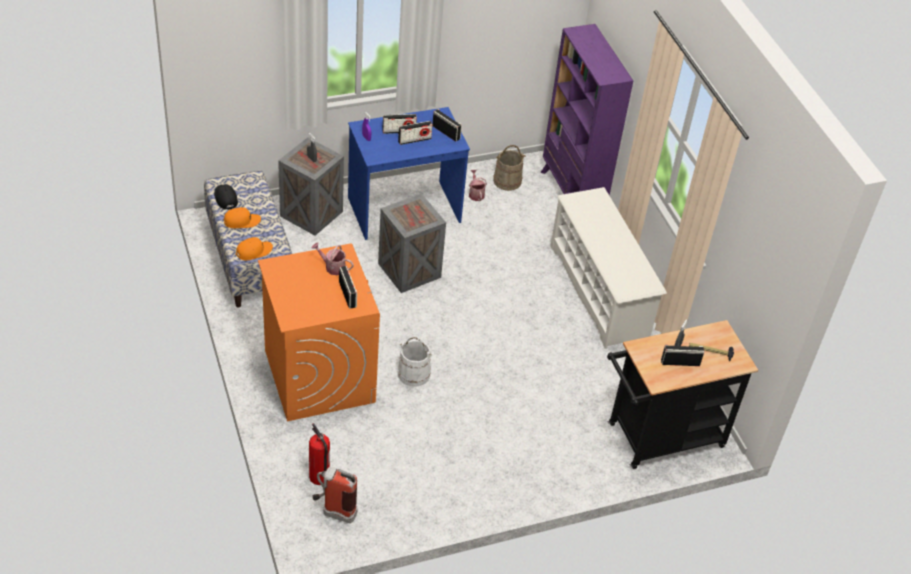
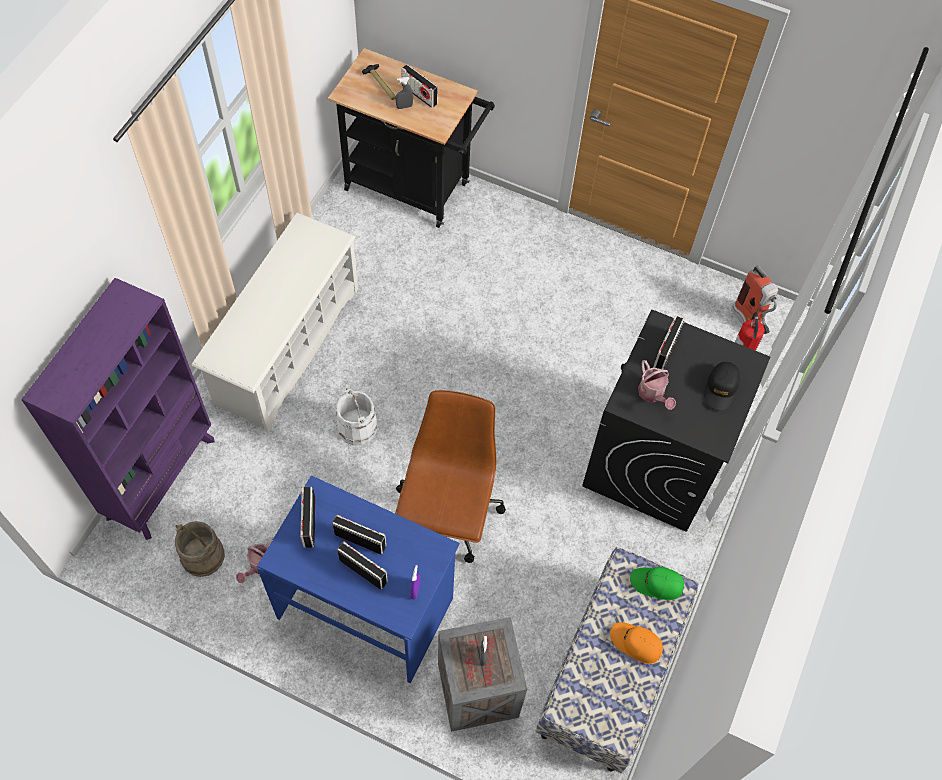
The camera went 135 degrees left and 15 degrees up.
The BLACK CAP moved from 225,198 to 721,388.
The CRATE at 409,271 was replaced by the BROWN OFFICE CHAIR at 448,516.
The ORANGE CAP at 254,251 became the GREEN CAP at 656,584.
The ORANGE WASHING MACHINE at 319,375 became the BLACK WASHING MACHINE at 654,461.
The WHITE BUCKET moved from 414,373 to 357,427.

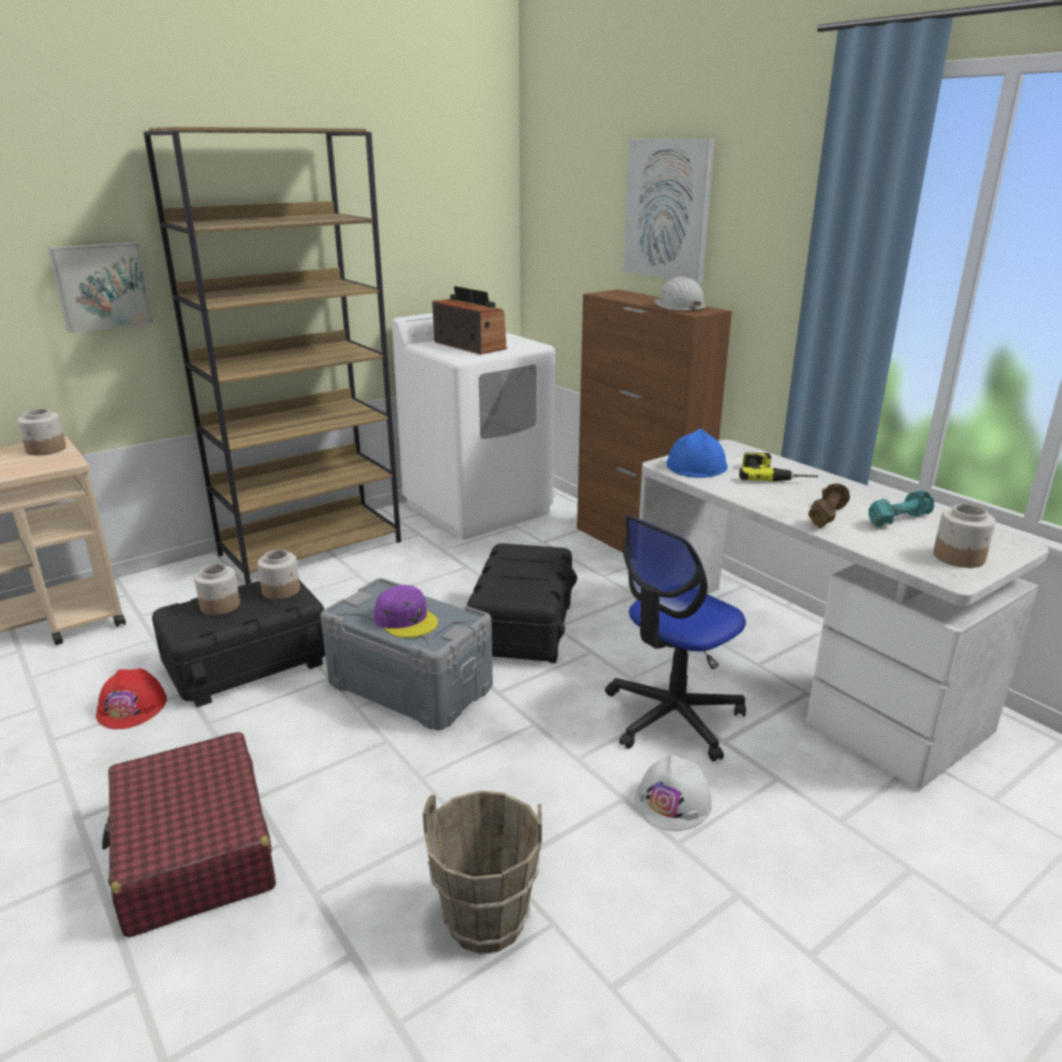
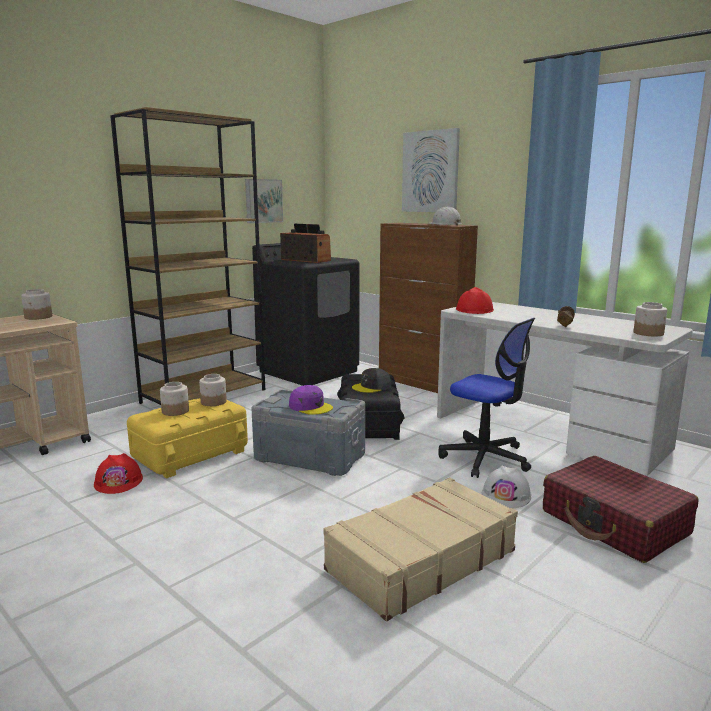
The camera went 10 degrees left and 10 degrees down.
The PICTURE moved from 101,286 to 263,201.
The WHITE WASHING MACHINE at 478,508 became the BLACK WASHING MACHINE at 309,371.
The BLUE HARD HAT at 696,466 became the RED HARD HAT at 474,310.
The POWER DRILL at 774,474 disappeared.
The TURQUOISE DUMBBELL at 898,520 disappeared.
The OFFICE CHAIR at 672,717 turned 90 degrees counterclockwise.
The BLACK STORAGE BOX at 247,663 became the YELLOW STORAGE BOX at 190,454.
The RED SUITCASE moved from 194,850 to 614,523.
The BROWN BUCKET at 486,921 was replaced by the BEIGE SUITCASE at 420,560.
The GREY CAP at 372,387 appeared.

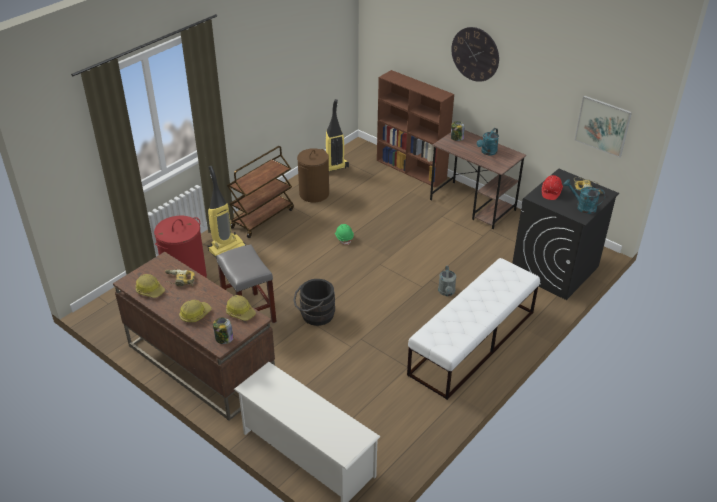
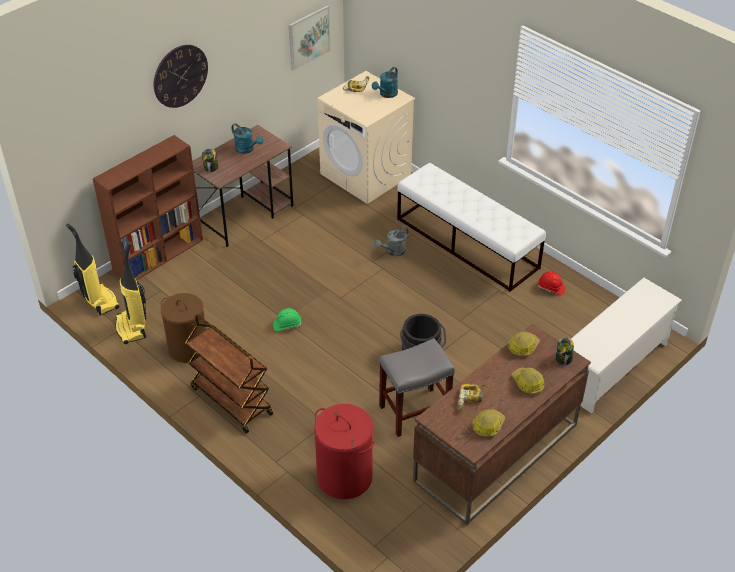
The camera went 85 degrees left and 5 degrees up.
The VACUUM CLEANER moved from 226,248 to 100,301.
The BLACK WASHING MACHINE at 554,270 became the BEIGE WASHING MACHINE at 366,175.
The RED HARD HAT moved from 550,192 to 551,288.
The GREY WATERING CAN at 447,292 turned 135 degrees clockwise.

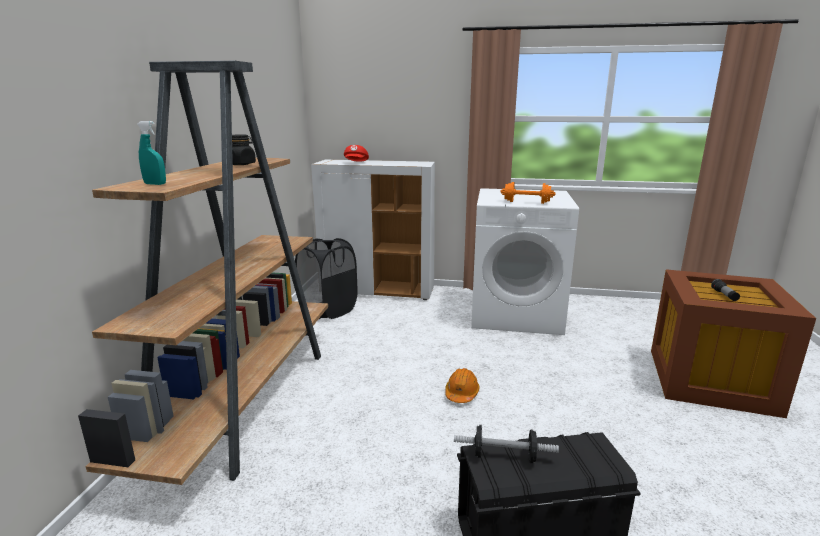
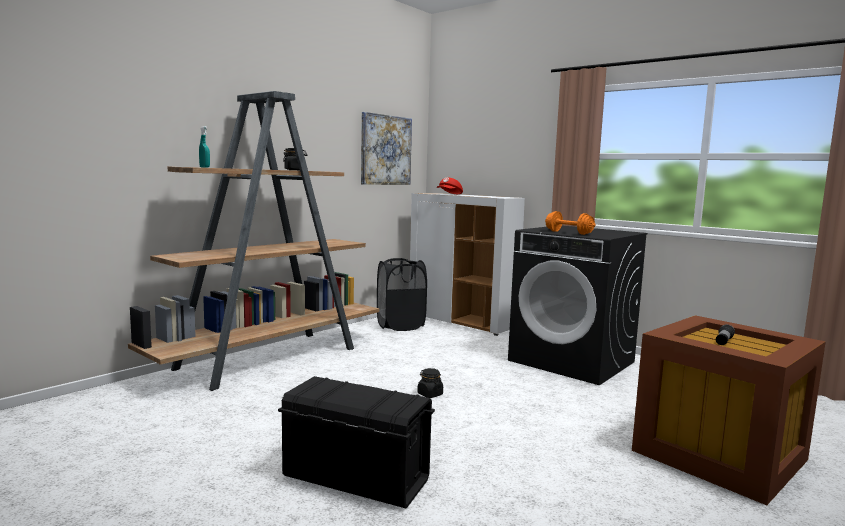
The camera went 30 degrees right and 10 degrees down.
The WHITE WASHING MACHINE at 516,314 became the BLACK WASHING MACHINE at 572,361.
The ORANGE HARD HAT at 461,393 was replaced by the BLACK JAR at 430,394.
The DUMBBELL at 504,456 disappeared.
The PICTURE at 385,150 appeared.

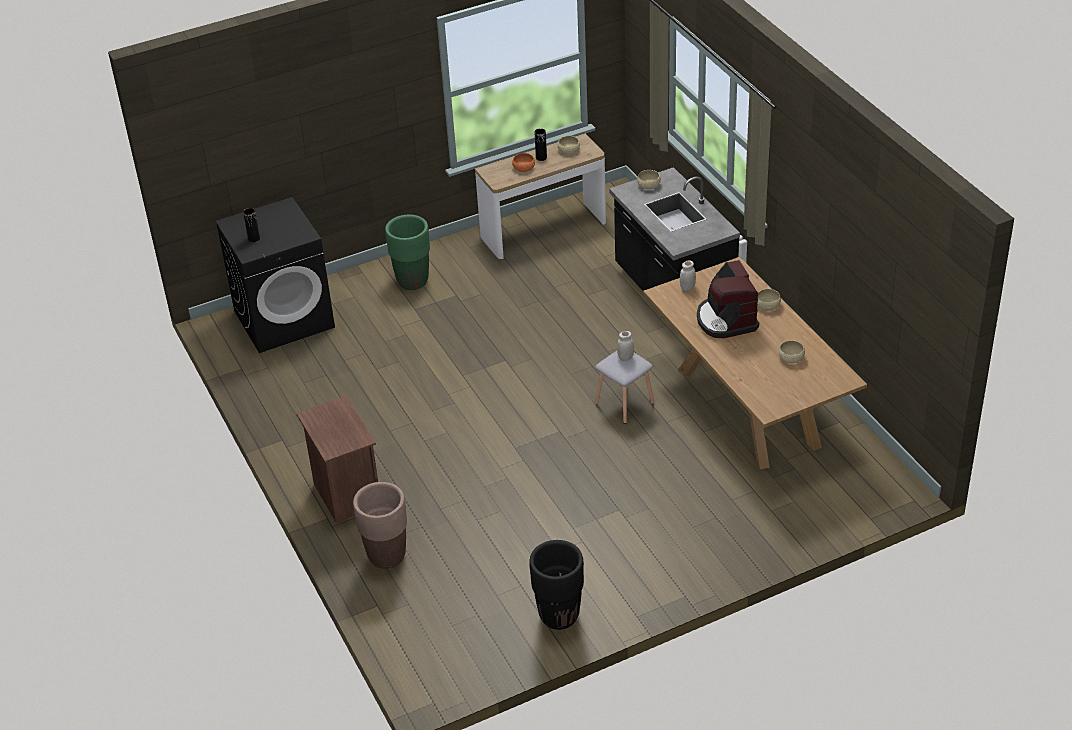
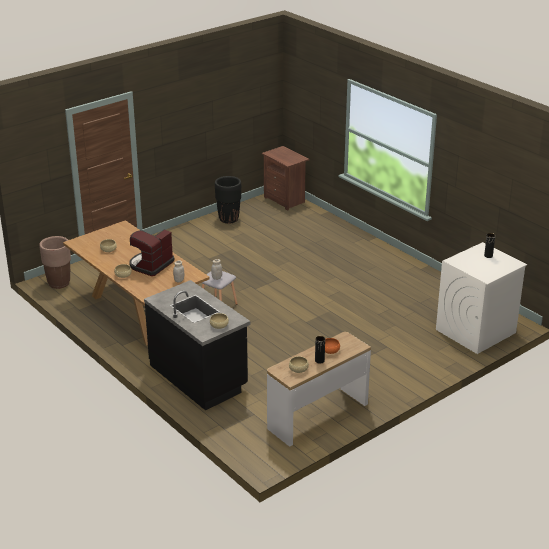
The camera went 165 degrees right and 10 degrees down.
The BLACK WASHING MACHINE at 284,318 became the WHITE WASHING MACHINE at 475,331.
The GREEN PLANTER at 412,281 disappeared.
The COFFEE MACHINE at 726,320 turned 120 degrees counterclockwise.
The BROWN NIGHTSTAND moved from 346,495 to 285,200.
The BROWN PLANTER moved from 386,556 to 59,283.

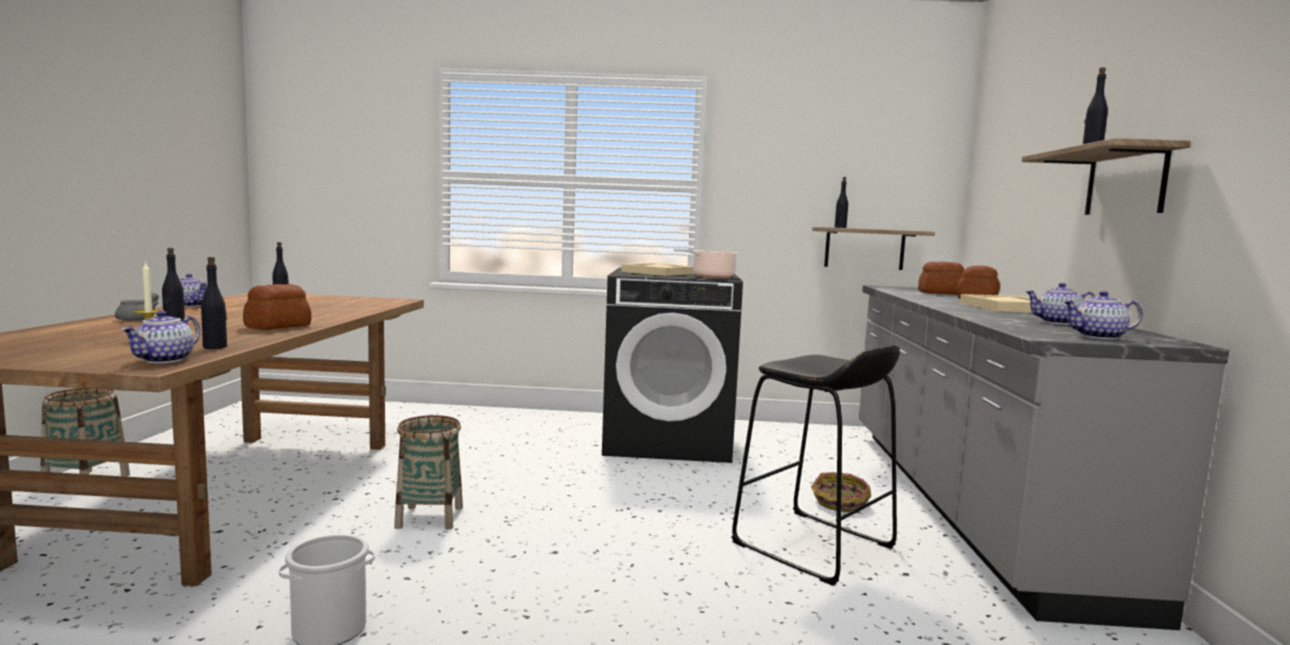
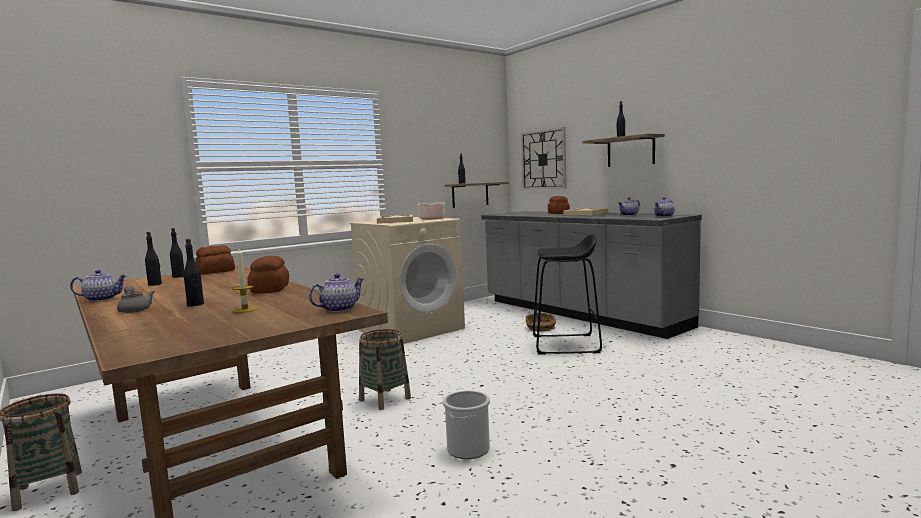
The camera went 40 degrees left and 0 degrees up.
The BLACK BOTTLE moved from 215,347 to 178,276.
The BREAD moved from 940,293 to 215,272.
The BLACK WASHING MACHINE at 669,440 became the BEIGE WASHING MACHINE at 411,329.
The TEAPOT at 165,360 turned 105 degrees counterclockwise.
The WALL CLOCK at 543,159 appeared.

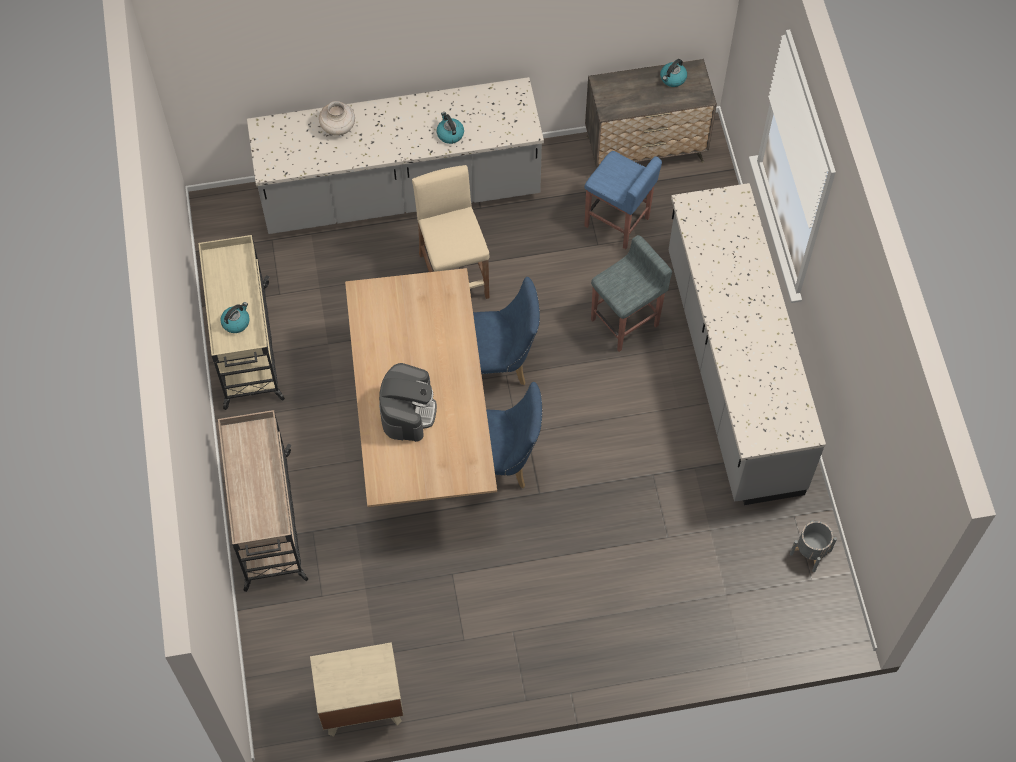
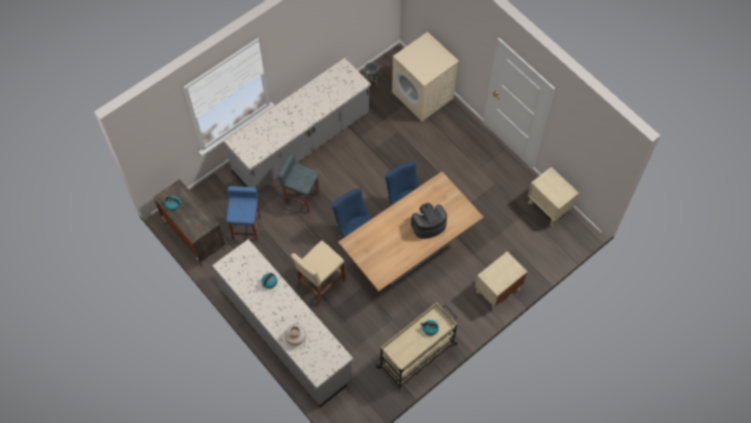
The camera went 120 degrees left and 0 degrees up.
The BEIGE CART at 267,522 was replaced by the BEIGE NIGHTSTAND at 497,291.
The BEIGE WASHING MACHINE at 423,95 appeared.

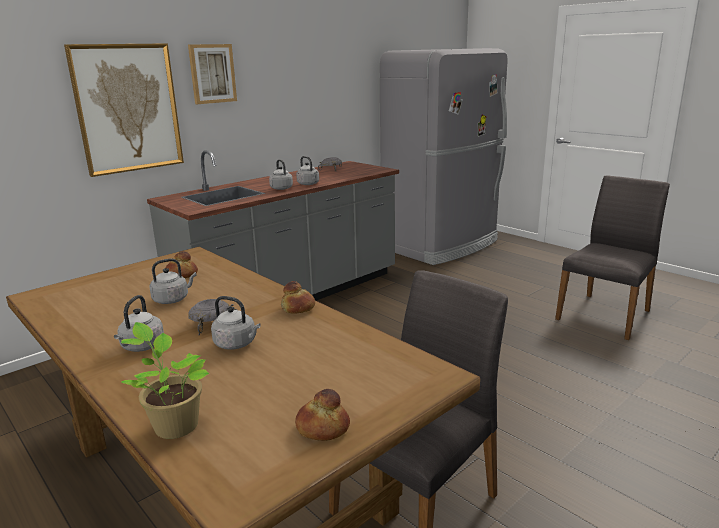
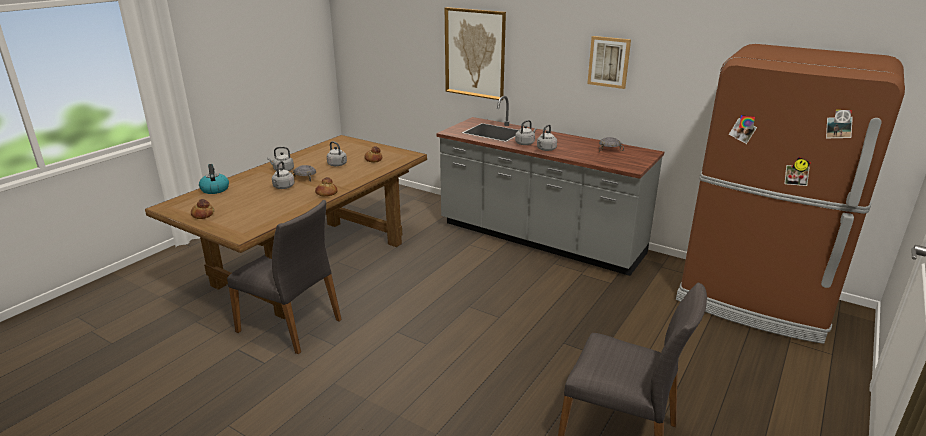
The camera went 75 degrees right and 5 degrees up.
The PICTURE moved from 212,73 to 609,62.
The GREY FRIDGE at 442,245 became the BROWN FRIDGE at 754,302.
The POTTED PLANT at 174,425 was replaced by the KETTLE at 215,189.

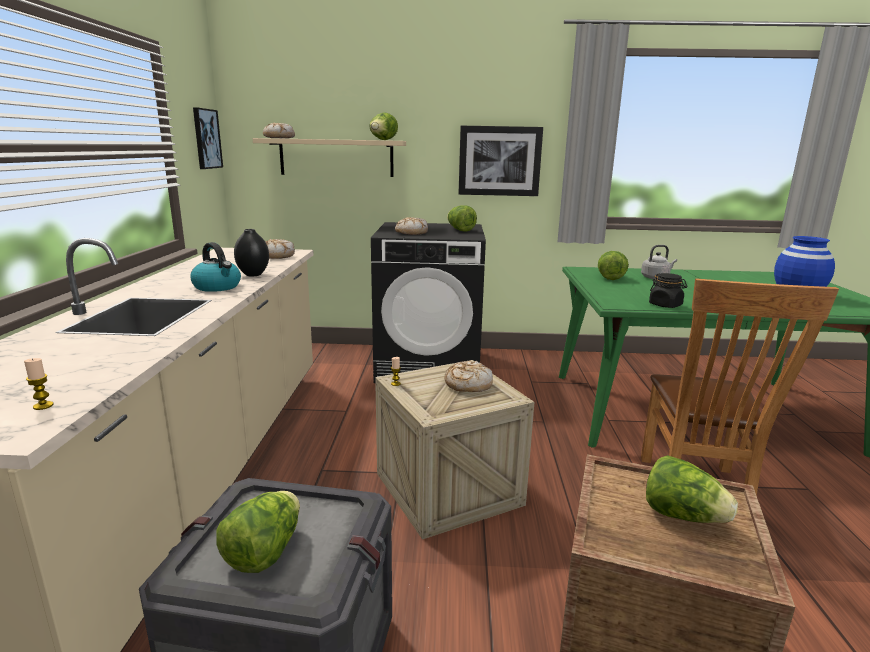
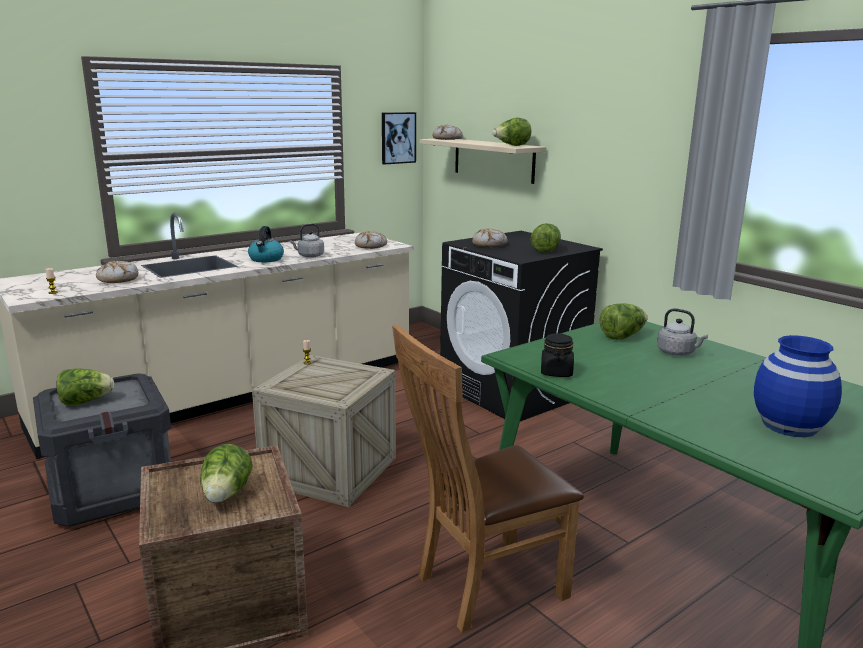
The camera went 50 degrees right and 0 degrees up.
The PICTURE at 499,161 disappeared.
The BLACK VASE at 253,275 was replaced by the GREY KETTLE at 309,256.
The BREAD moved from 467,384 to 118,279.

